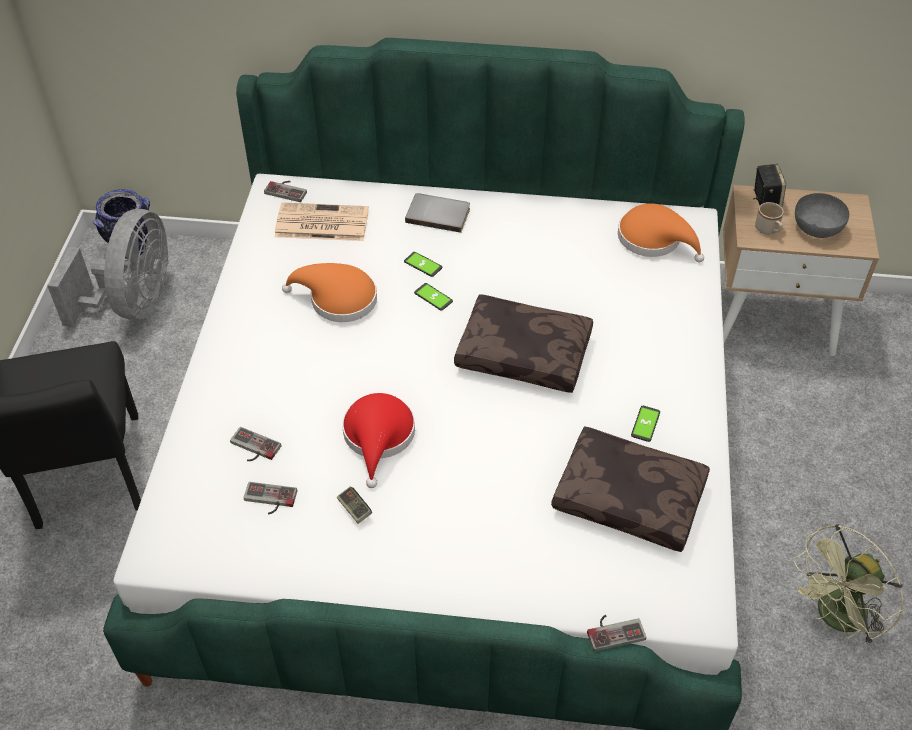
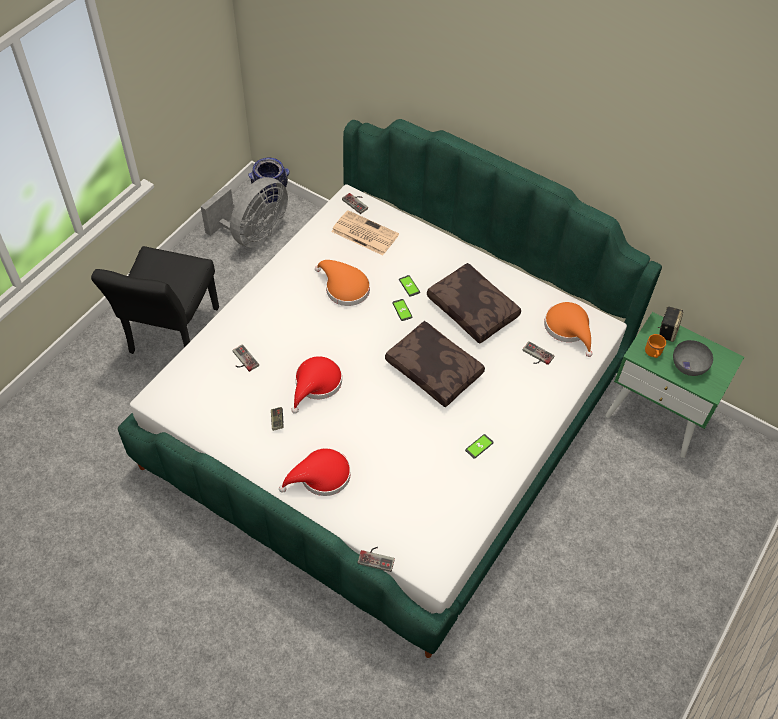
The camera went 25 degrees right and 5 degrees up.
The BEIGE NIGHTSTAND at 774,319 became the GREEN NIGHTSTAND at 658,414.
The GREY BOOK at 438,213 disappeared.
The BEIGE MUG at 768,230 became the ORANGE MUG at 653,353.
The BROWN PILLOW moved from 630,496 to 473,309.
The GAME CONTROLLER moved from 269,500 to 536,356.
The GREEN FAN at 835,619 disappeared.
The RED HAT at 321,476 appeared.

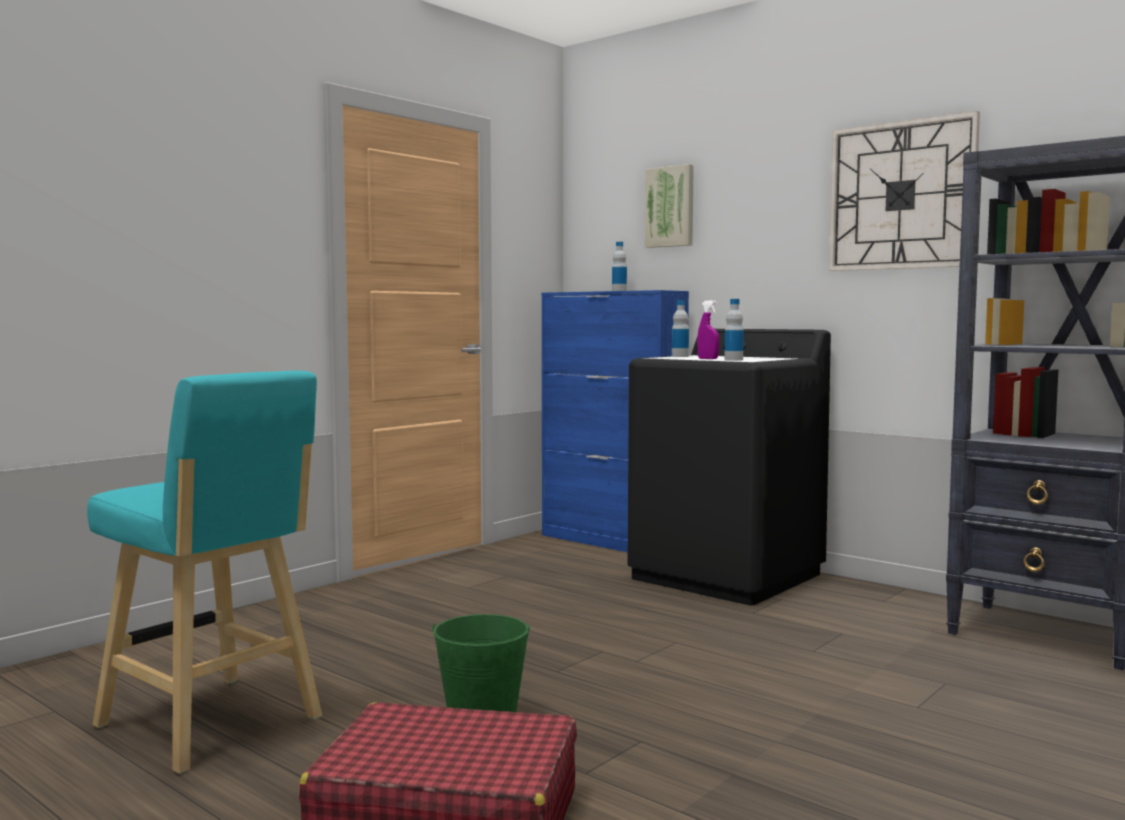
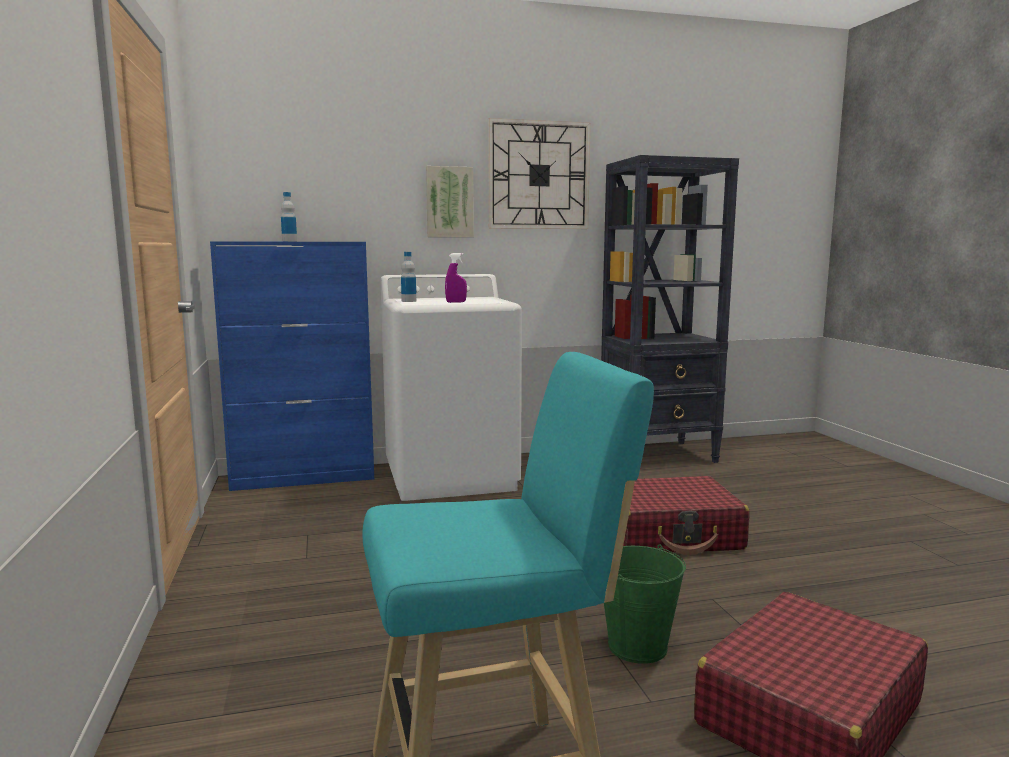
The camera went 55 degrees left and 5 degrees up.
The PICTURE moved from 670,207 to 449,202.
The BOTTLE at 733,360 disappeared.
The BLACK WASHING MACHINE at 727,576 became the WHITE WASHING MACHINE at 451,476.
The RED SUITCASE at 671,534 appeared.

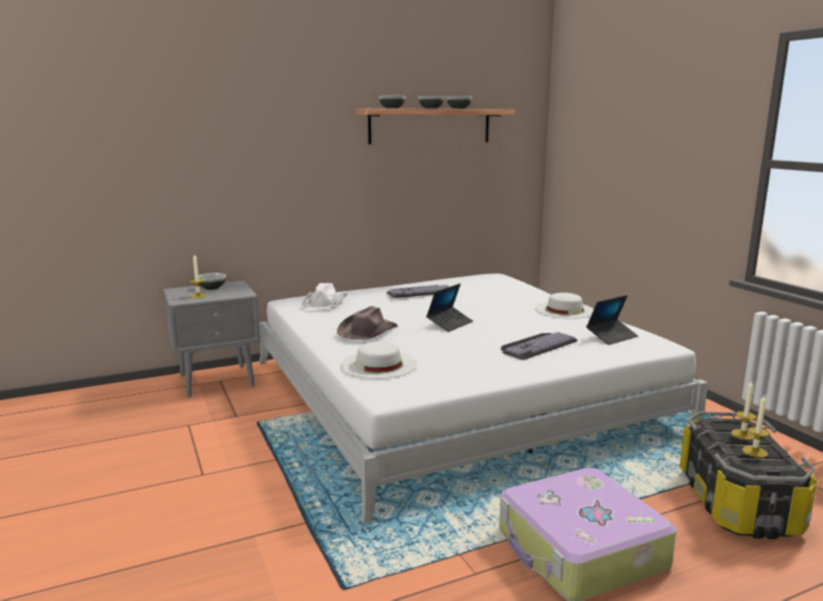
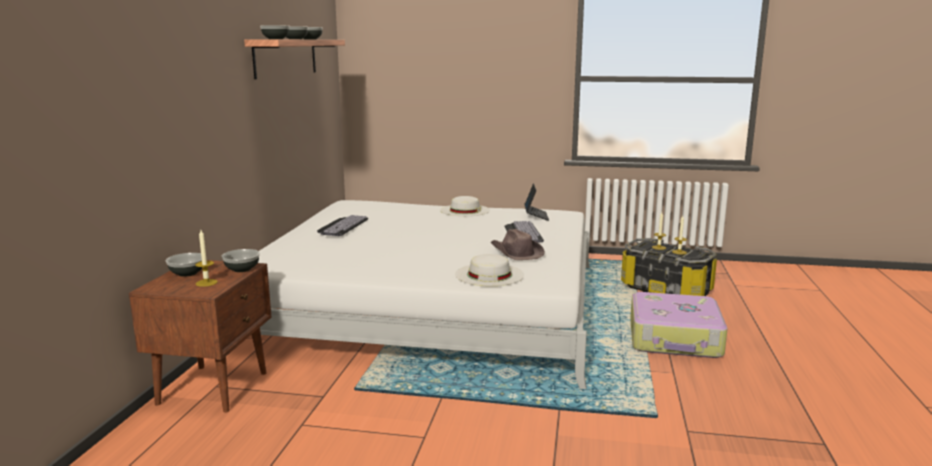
The camera went 55 degrees left and 0 degrees up.
The GREY NIGHTSTAND at 218,380 became the BROWN NIGHTSTAND at 215,387.
The WHITE HAT at 325,303 disappeared.
The LAPTOP at 450,324 disappeared.
The BROWN HAT moved from 367,331 to 516,253.
The BOWL at 242,269 appeared.

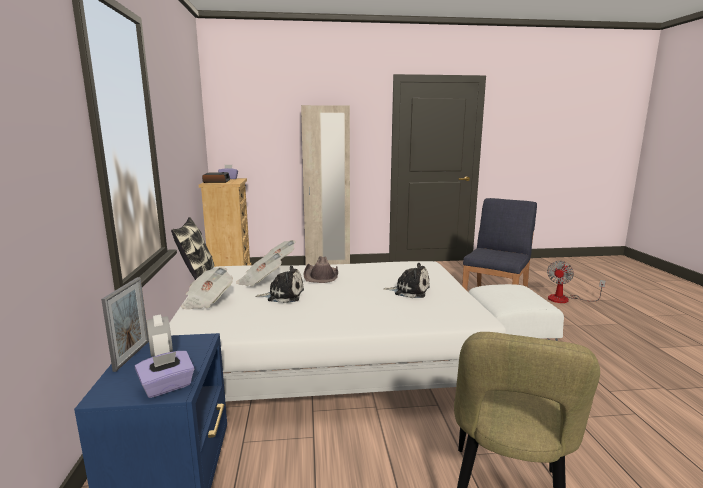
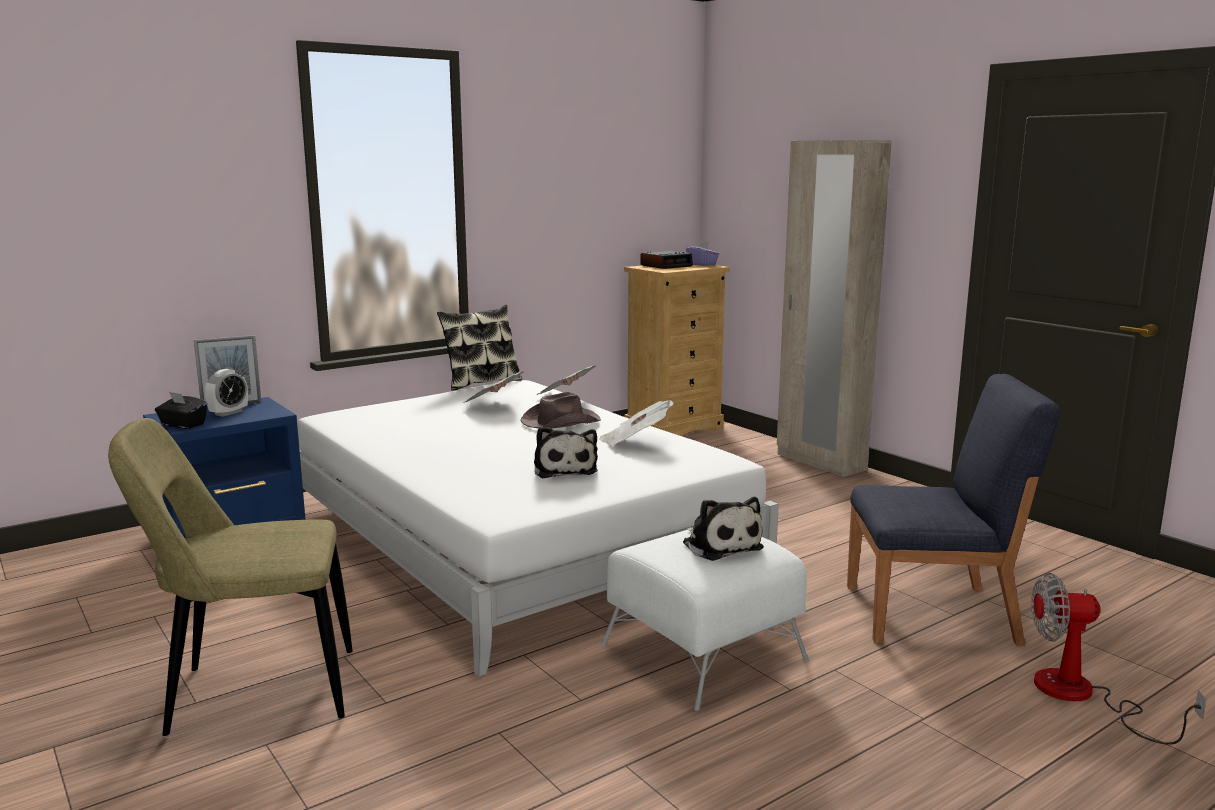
The camera went 60 degrees right and 0 degrees up.
The PLUSH TOY moved from 283,295 to 720,545.
The NEWSPAPER moved from 207,301 to 635,442.
The PURPLE TISSUE BOX at 167,387 became the BLACK TISSUE BOX at 182,425.

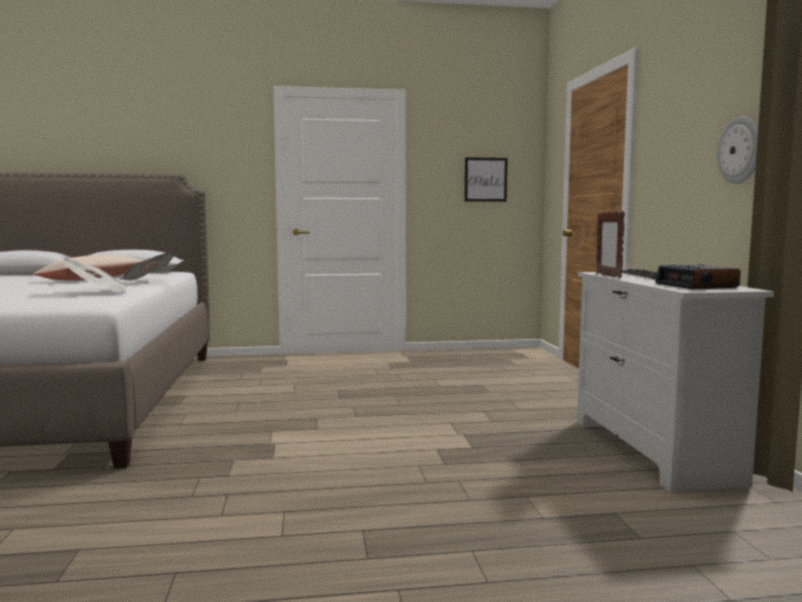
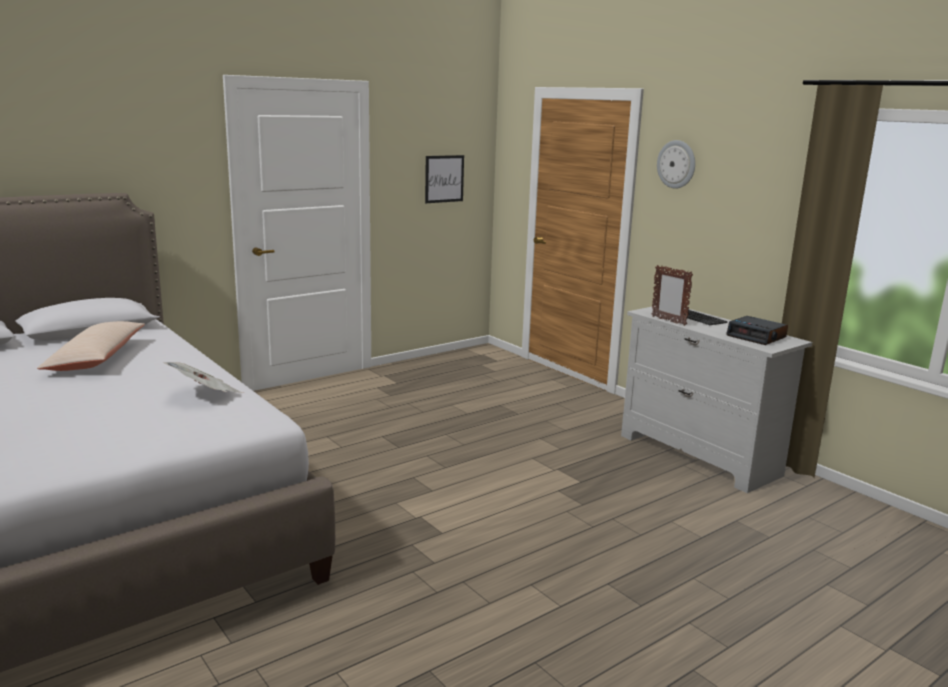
The camera went 30 degrees left and 10 degrees up.
The WALL CLOCK moved from 740,150 to 676,164.
The NEWSPAPER at 147,281 disappeared.

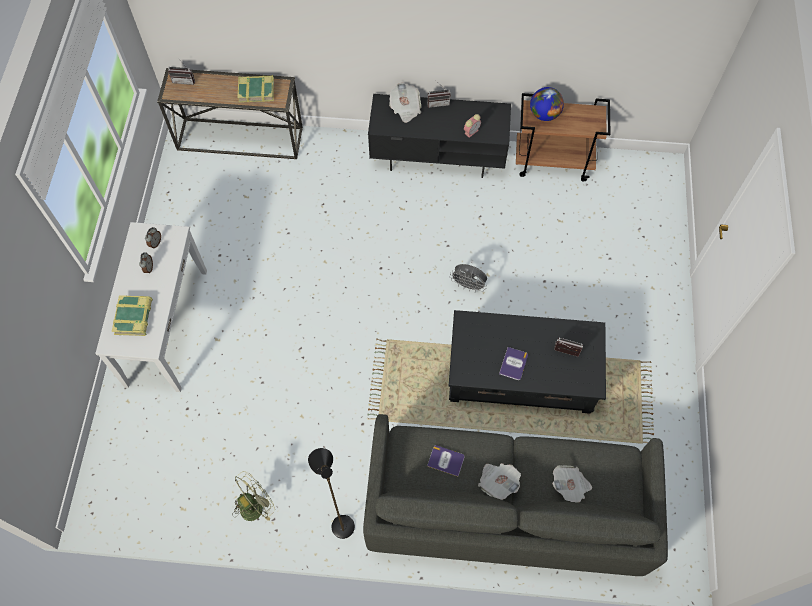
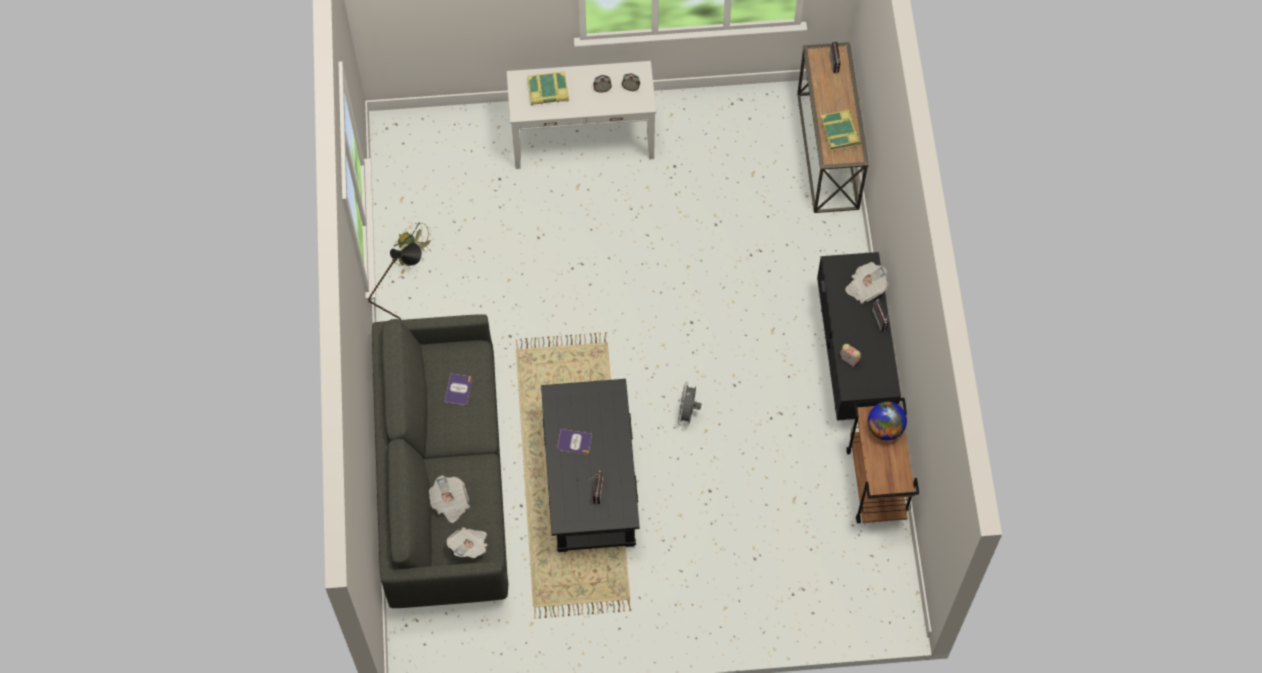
The camera went 80 degrees right and 0 degrees up.
The NEWSPAPER moved from 497,482 to 469,546.

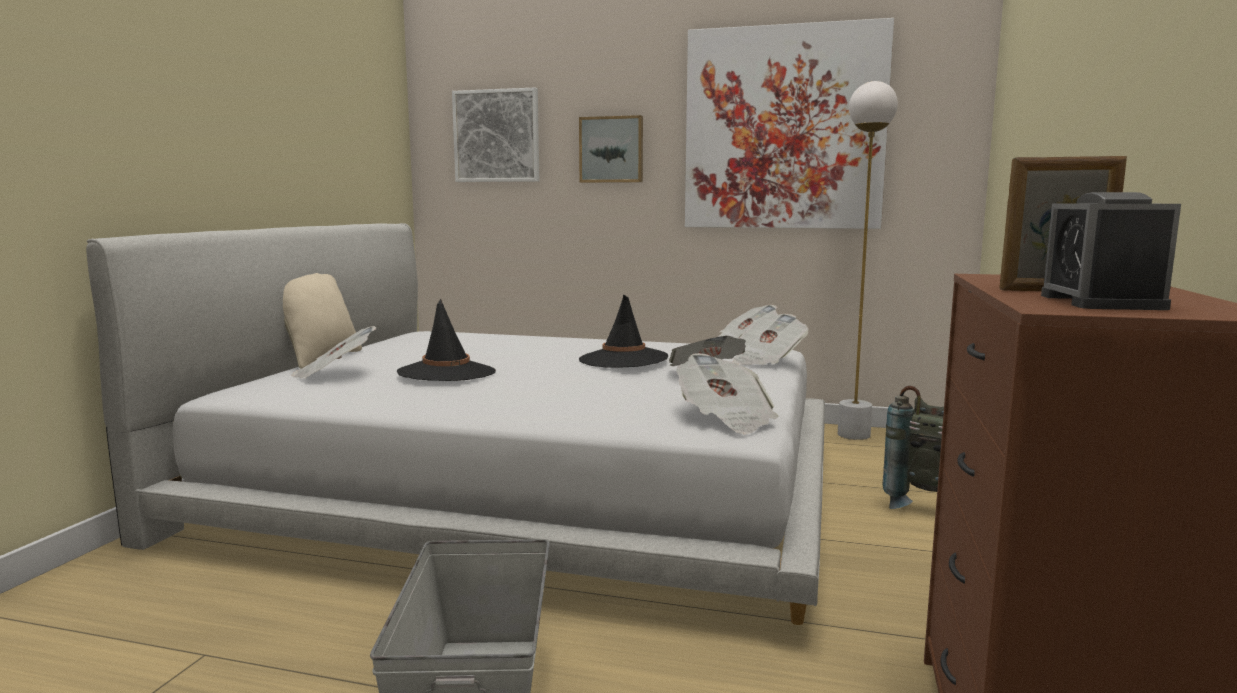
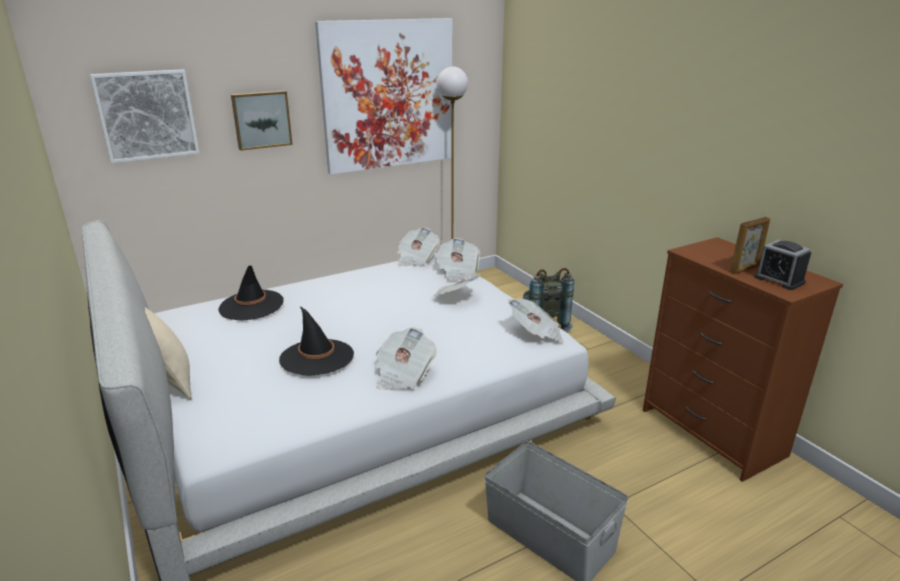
The camera went 45 degrees left and 15 degrees up.
The BLACK HAT moved from 623,359 to 251,305.
The NEWSPAPER moved from 334,375 to 403,374.

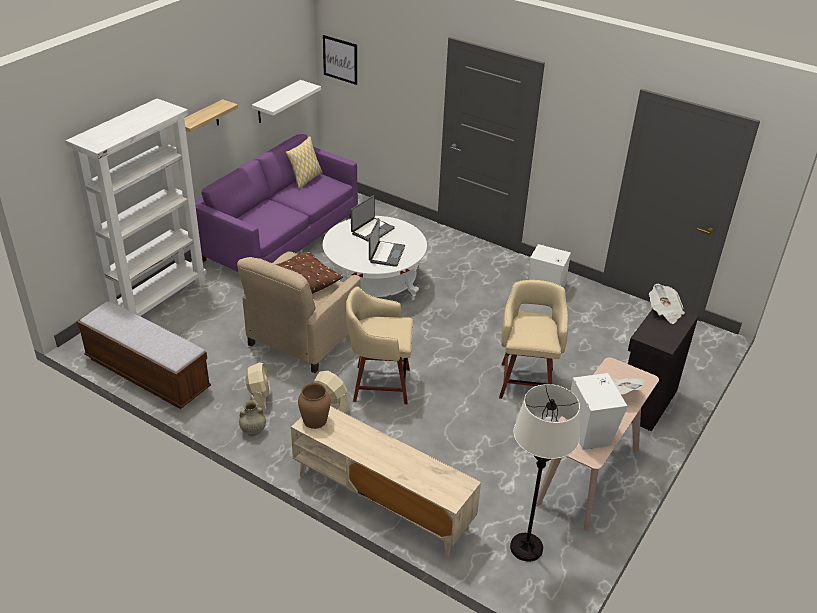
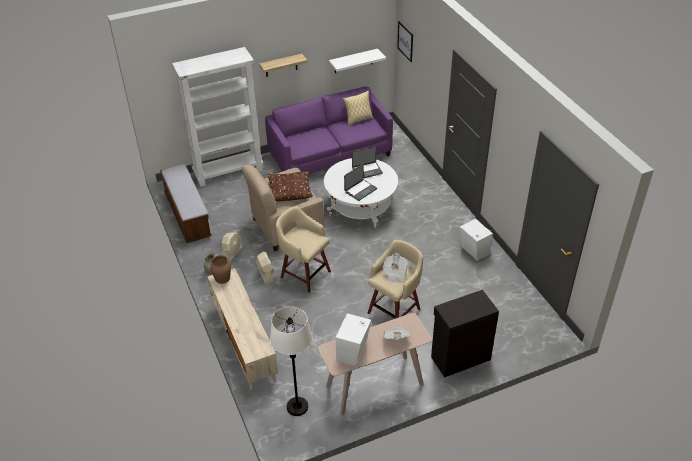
The camera went 35 degrees right and 5 degrees up.
The NEWSPAPER moved from 664,312 to 395,273.

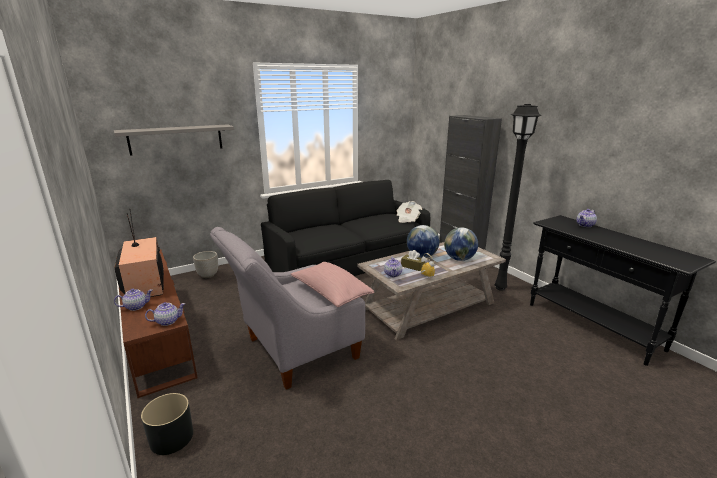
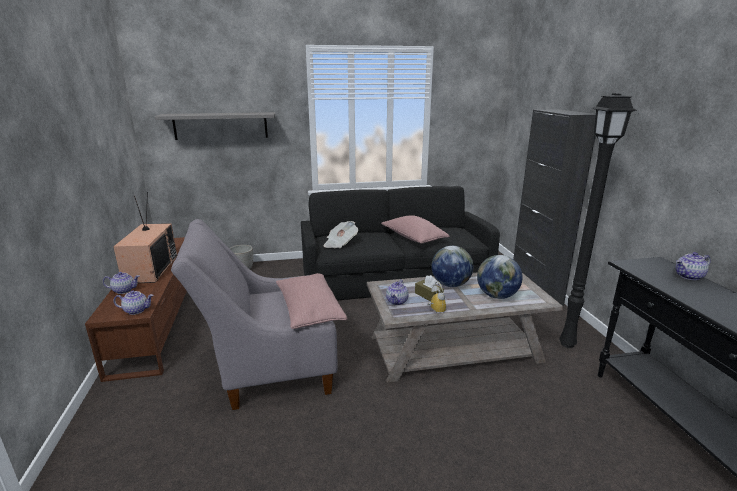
The camera went 20 degrees right and 0 degrees up.
The NEWSPAPER moved from 407,219 to 340,244.
The BLACK PLANTER at 171,438 disappeared.
The PINK PILLOW at 413,238 appeared.

